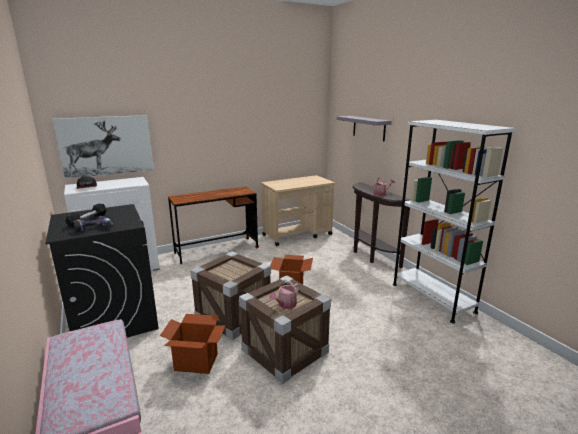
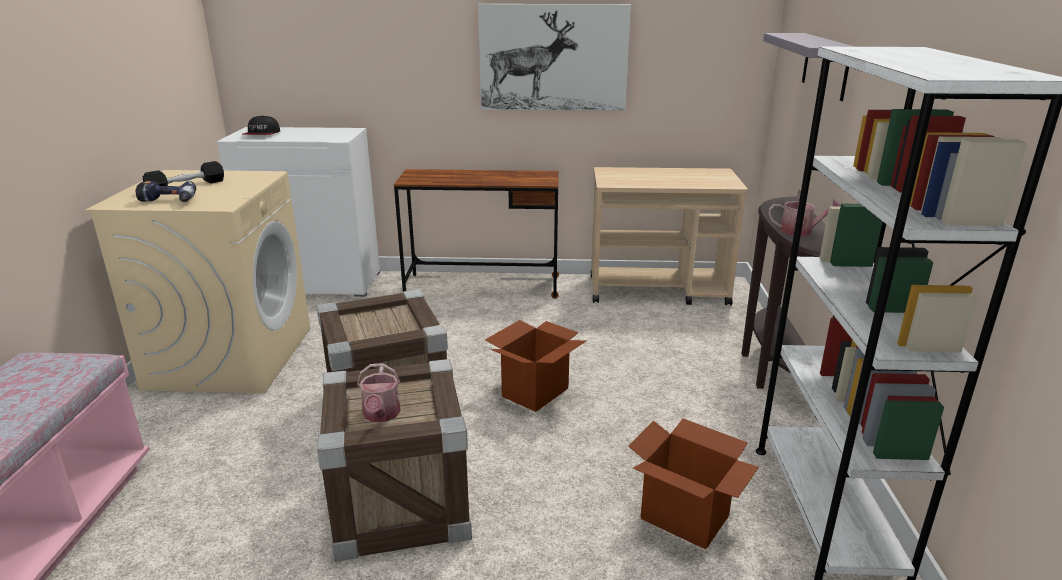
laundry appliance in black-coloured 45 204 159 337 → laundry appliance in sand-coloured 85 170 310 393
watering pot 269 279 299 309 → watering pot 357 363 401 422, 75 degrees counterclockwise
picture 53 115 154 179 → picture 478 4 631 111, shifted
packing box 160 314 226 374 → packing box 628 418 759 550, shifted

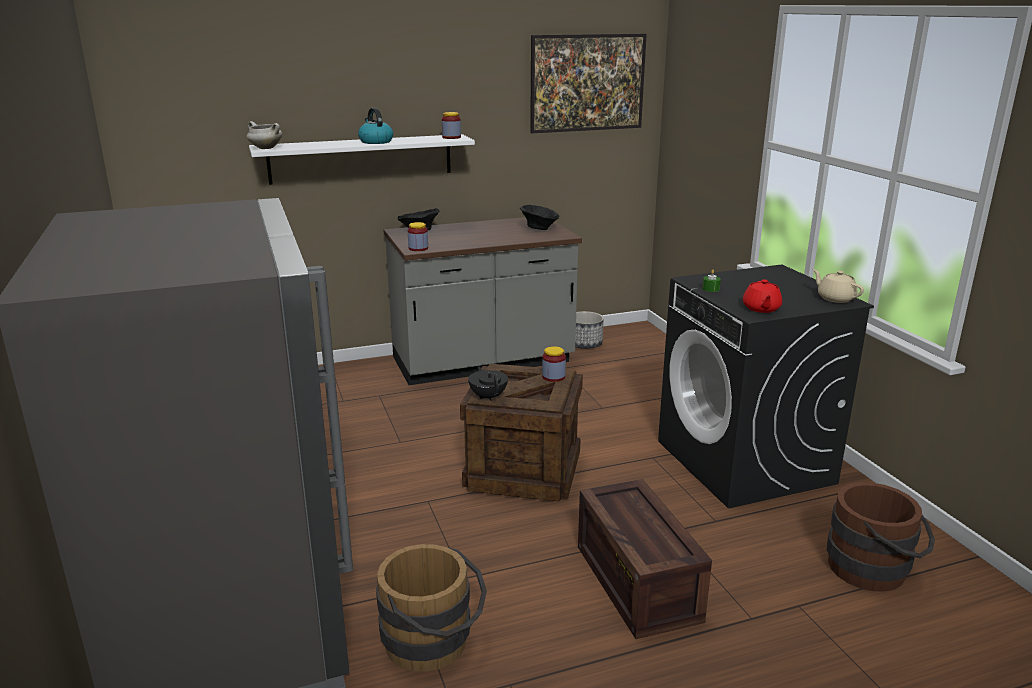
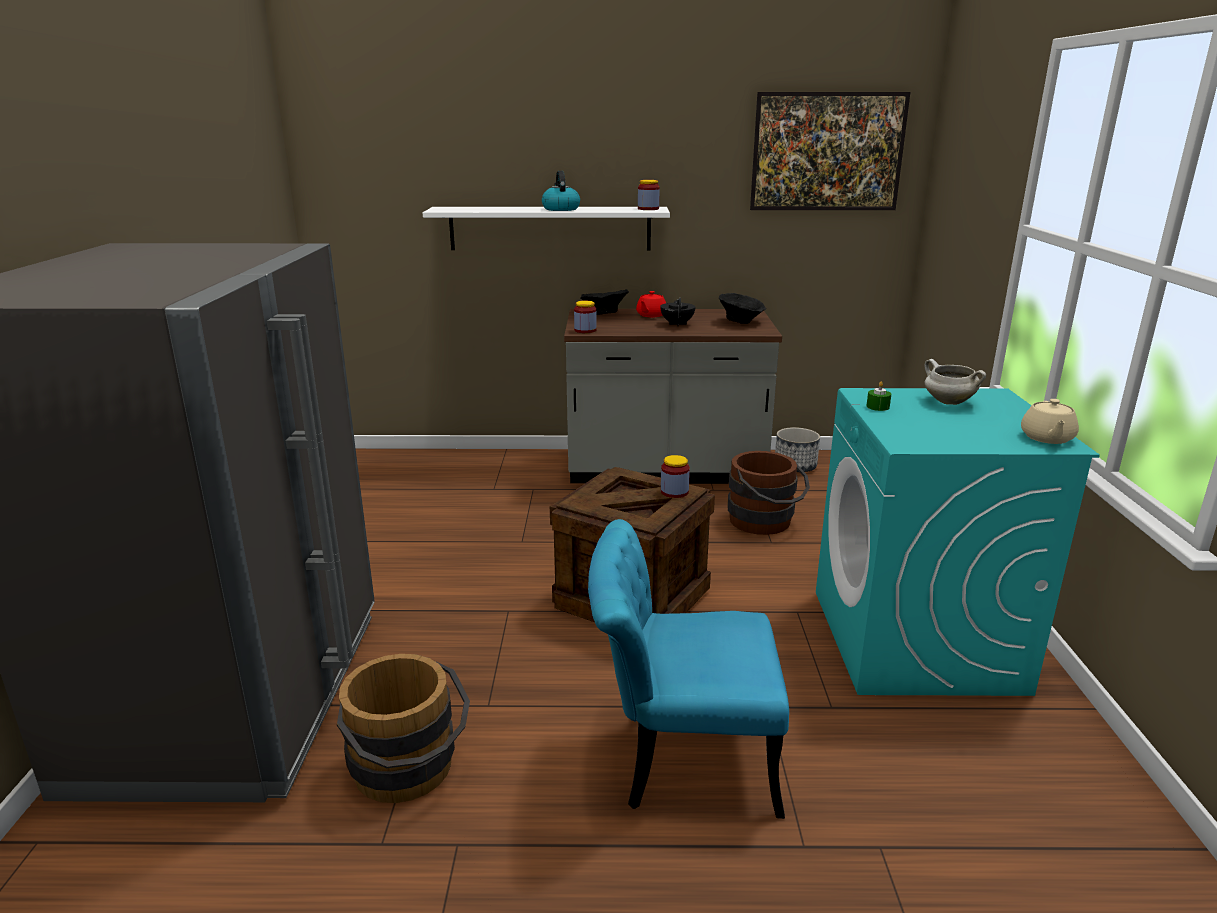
shipping crate 578 479 712 639 → chair in turquoise 588 519 789 819
tea pot in reddish 743 279 782 313 → tea pot in reddish 636 291 666 317, shifted
tea pot in black-coloured 468 366 508 401 → tea pot in black-coloured 660 298 696 326, shifted
water bucket in brown 827 482 935 592 → water bucket in brown 727 451 810 535, shifted
laundry appliance in black-coloured 658 264 874 508 → laundry appliance in turquoise 816 388 1100 696
cooking pot in white 247 121 282 149 → cooking pot in white 924 359 986 405, shifted
tea pot in sand-coloured 813 269 864 303 → tea pot in sand-coloured 1021 399 1079 444, 150 degrees counterclockwise

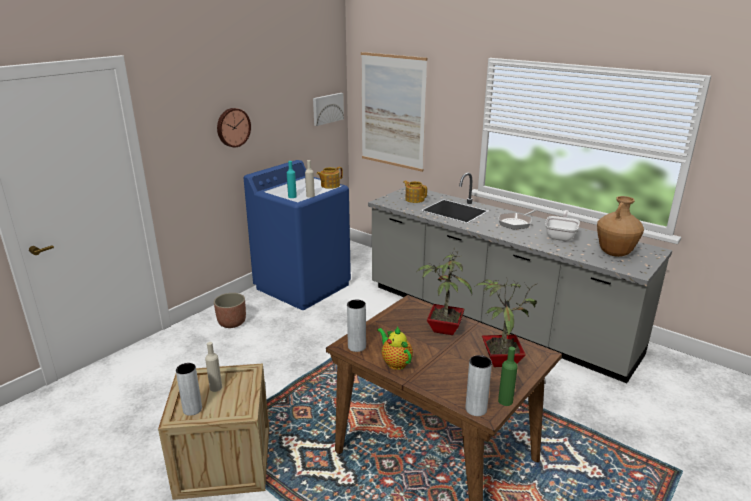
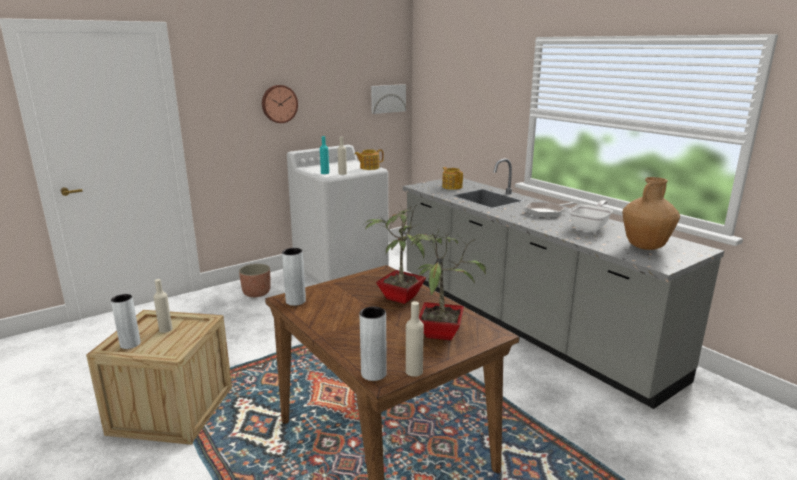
laundry appliance in bluish 244 160 351 310 → laundry appliance in white 287 145 389 284
bottle in greenish 498 347 518 406 → bottle in sand-coloured 406 301 424 377
picture 361 52 427 172 → -
tea pot 377 327 413 370 → -

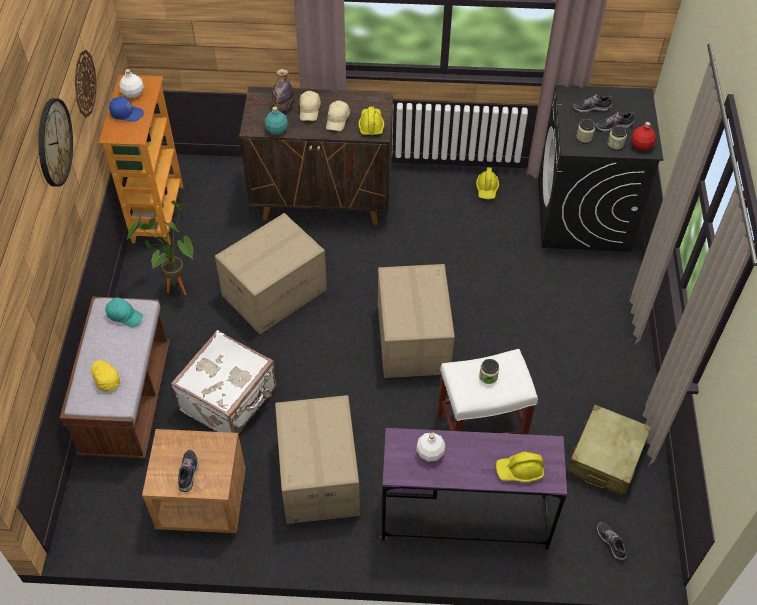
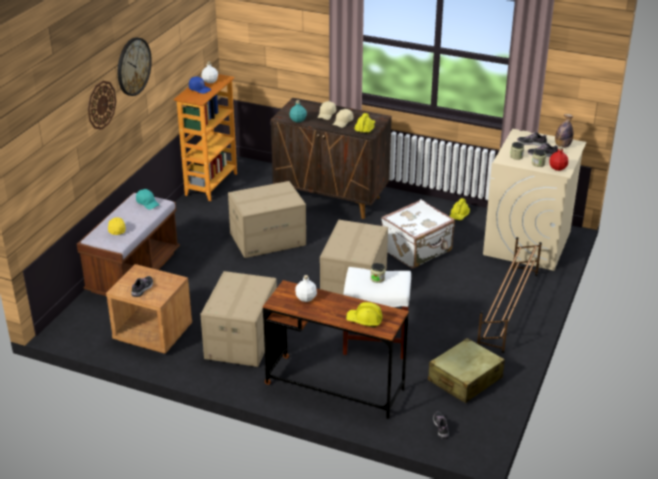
hanging clock 75 50 96 118 → hanging clock 88 81 116 130, shifted
desk table in purplish 379 428 567 550 → desk table in brown 263 280 409 419
travel case in white 171 330 277 435 → travel case in white 381 199 455 268, shifted
- → shoe stand in brown 477 237 542 353
laundry appliance in black-coloured 538 85 663 252 → laundry appliance in sand-coloured 483 129 586 271
bottle 272 69 294 111 → bottle 555 114 573 148, shifted
potted plant 126 200 193 295 → -

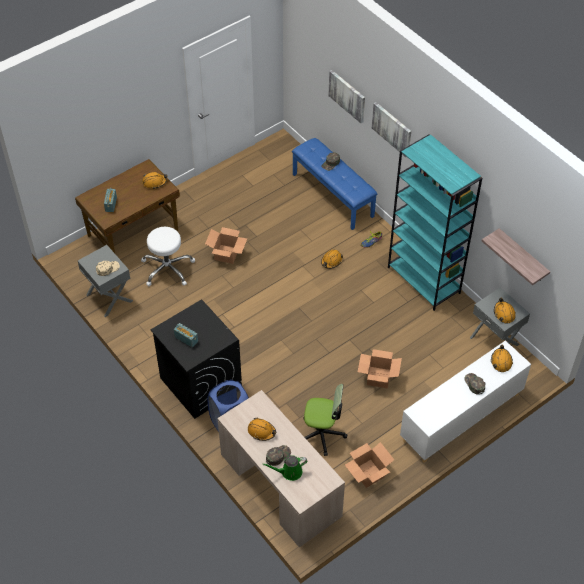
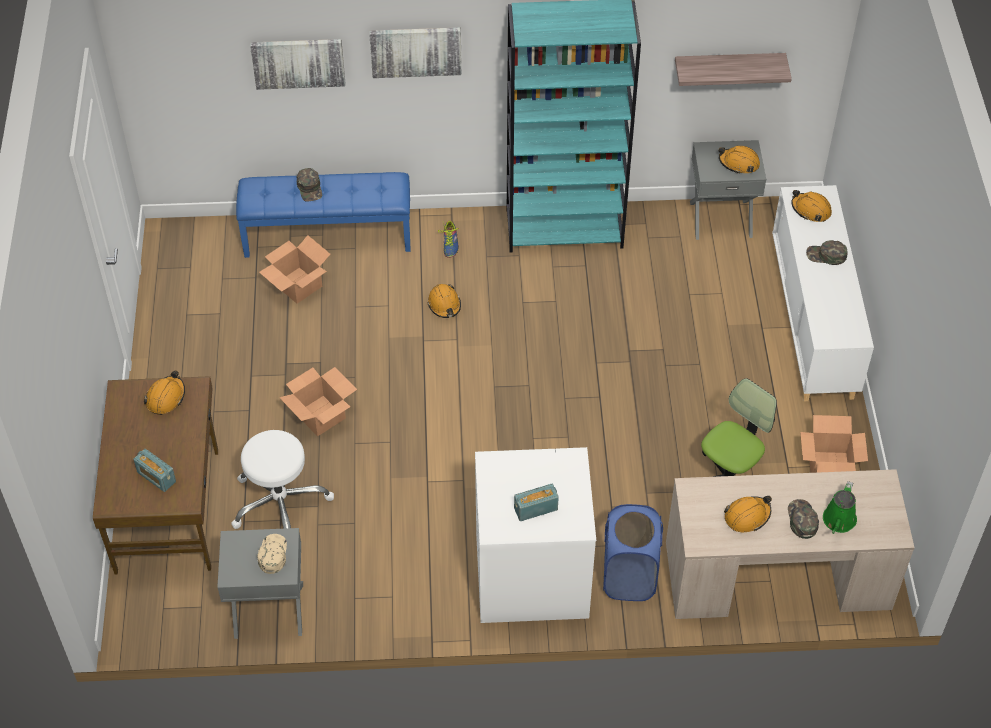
packing box 358 349 402 389 → packing box 259 235 330 304, shifted
laundry appliance in black-coloured 150 299 242 419 → laundry appliance in white 475 447 596 623

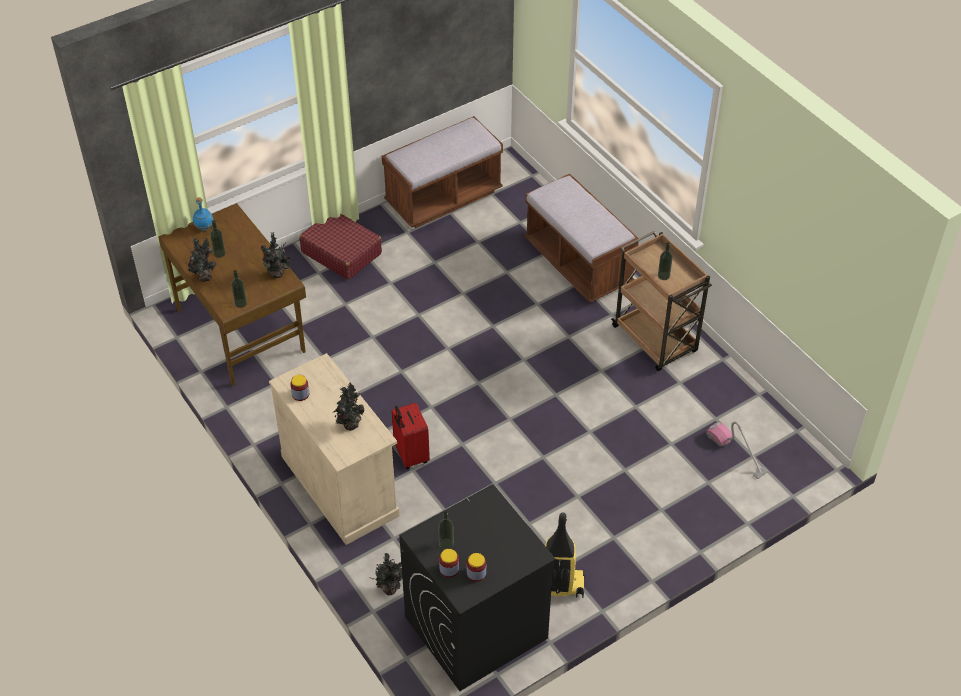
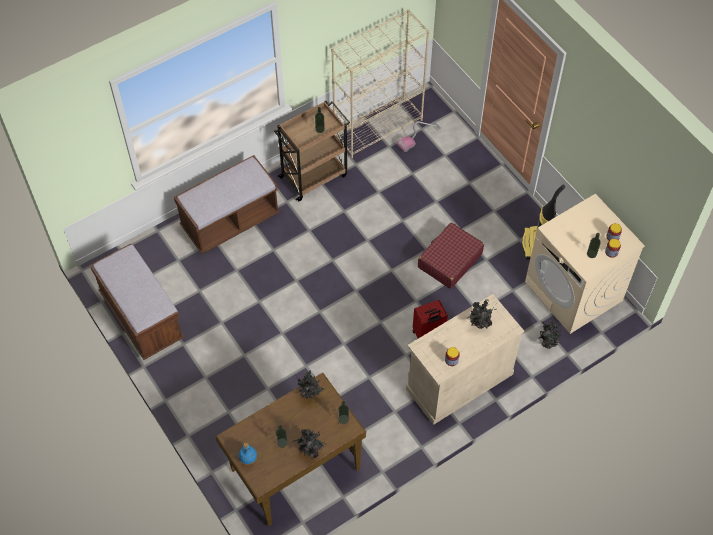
- → bookshelf in sand-coloured 331 9 429 158
travel case in reddish 299 214 382 280 → travel case in reddish 418 222 484 289, shifted
laundry appliance in black-coloured 399 484 556 691 → laundry appliance in sand-coloured 525 194 645 334

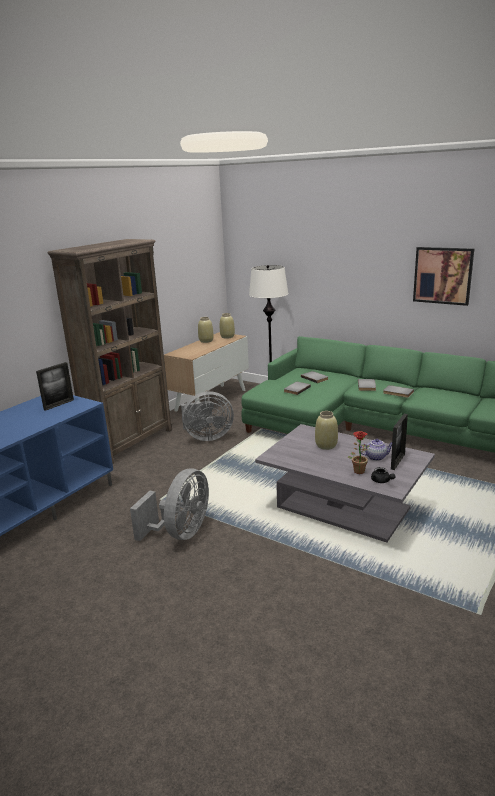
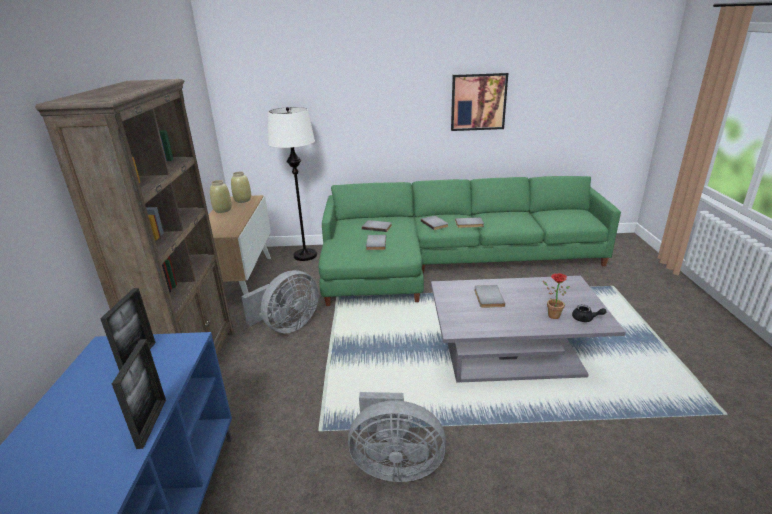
photo frame 391 414 408 470 → photo frame 112 339 166 449, shifted
cooling fan in greyish 130 468 209 541 → cooling fan in greyish 348 392 446 482, 105 degrees clockwise
decorative vase in sand-coloured 315 411 338 450 → book in greyish 474 285 505 308
tea pot 360 439 392 461 → -

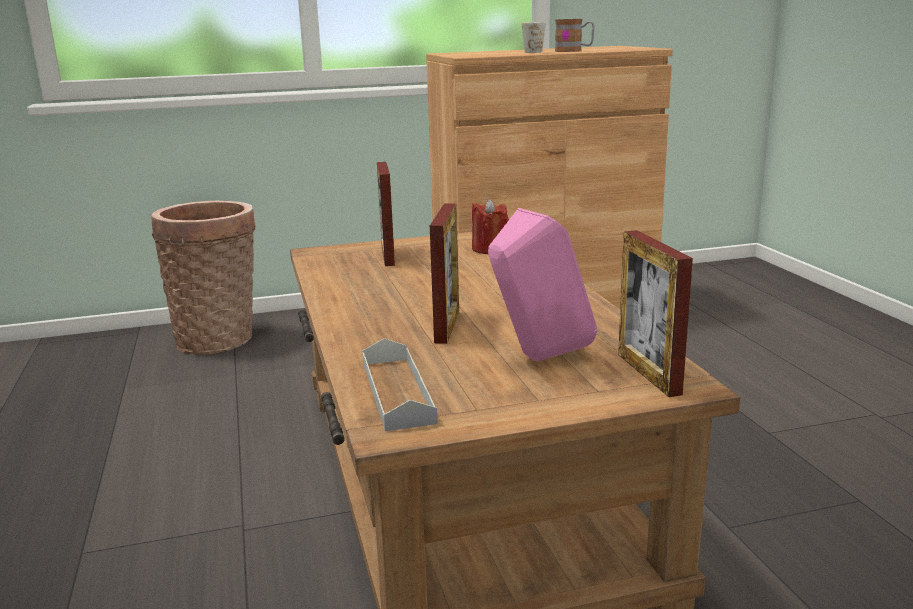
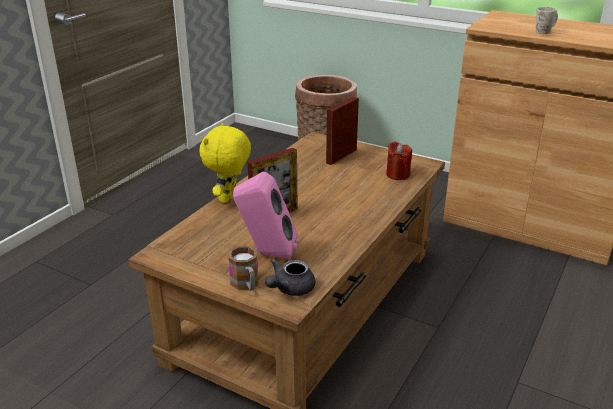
- → plush toy in yellow 199 123 251 203
coffee mug 555 19 595 52 → coffee mug 228 246 258 291, shifted
photo frame 618 230 693 397 → tea pot in greyish 265 259 315 296
carrying tray in greyish 362 338 438 431 → -

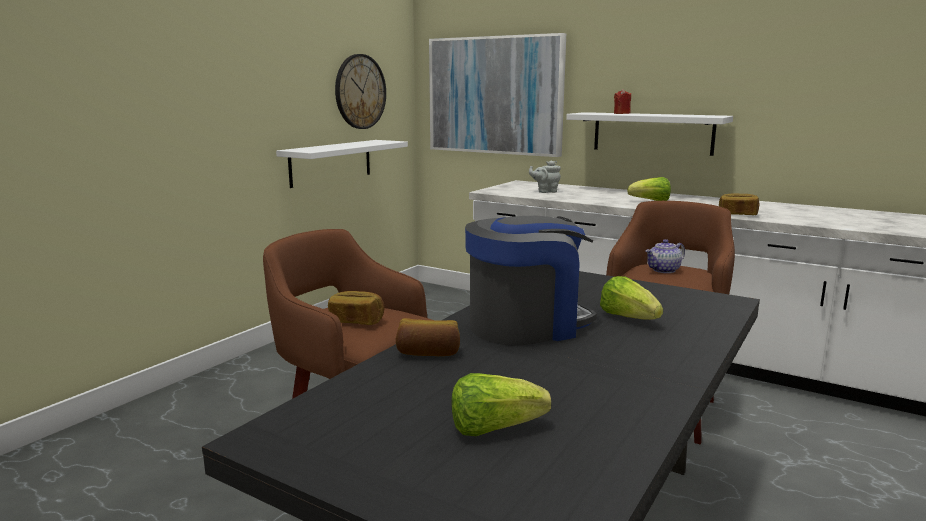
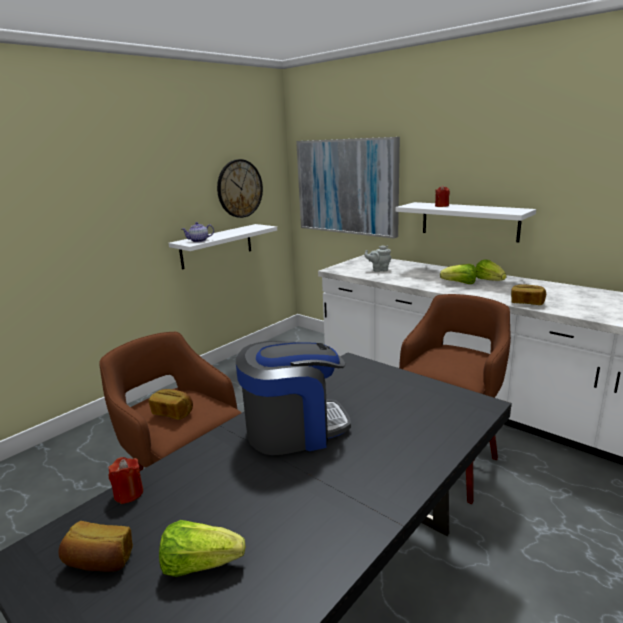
bread 396 318 460 356 → bread 58 521 133 572, shifted
- → wax light in reddish 108 457 143 504
tea pot 645 239 685 273 → tea pot 182 222 214 242, shifted
lettuce 600 276 663 320 → lettuce 475 260 507 281, shifted

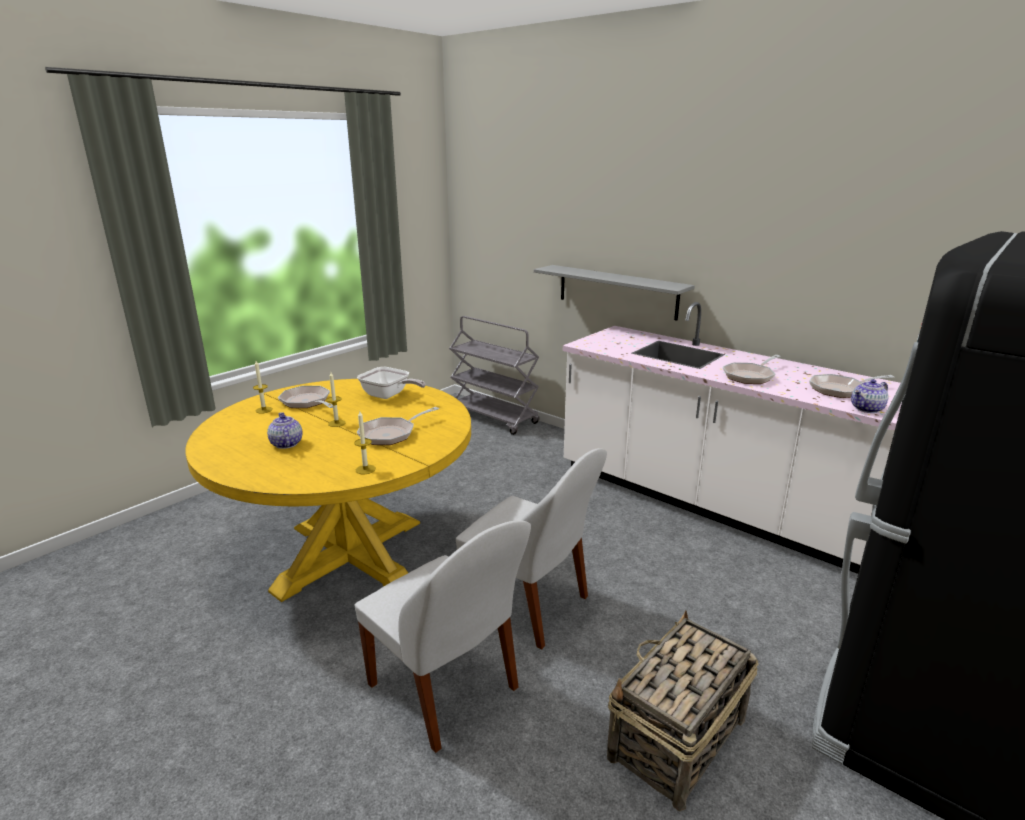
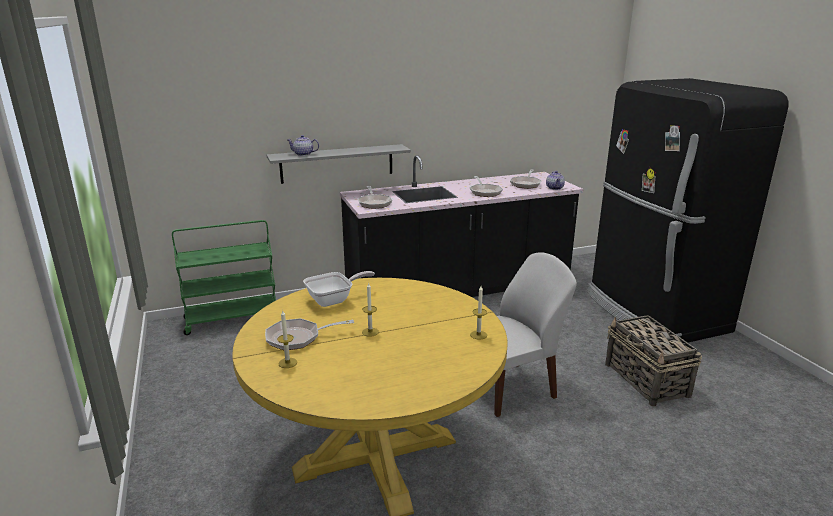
wheeled cart in greyish 449 316 540 435 → wheeled cart in greenish 172 220 276 335
tea pot 267 412 303 449 → tea pot 287 135 319 156, shifted
kitchen base unit in white 563 302 902 574 → kitchen base unit in black-coloured 340 155 583 297
skillet 357 407 439 445 → skillet 358 186 392 209, shifted
chair in white 355 521 531 753 → -

